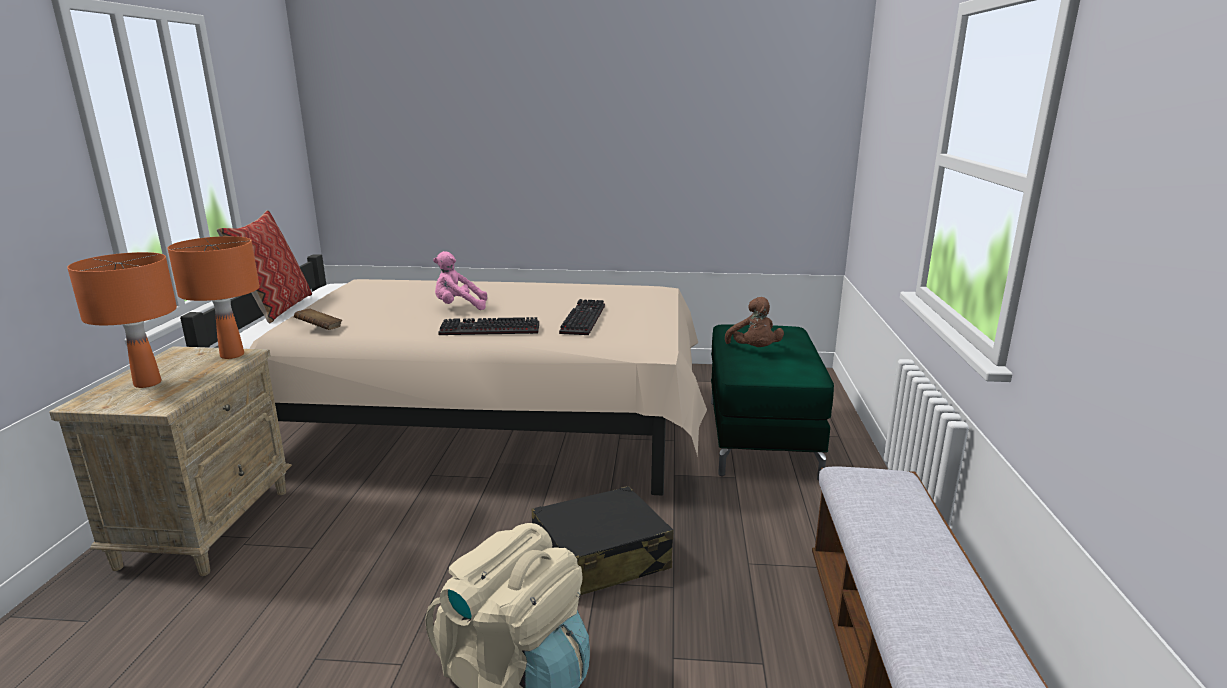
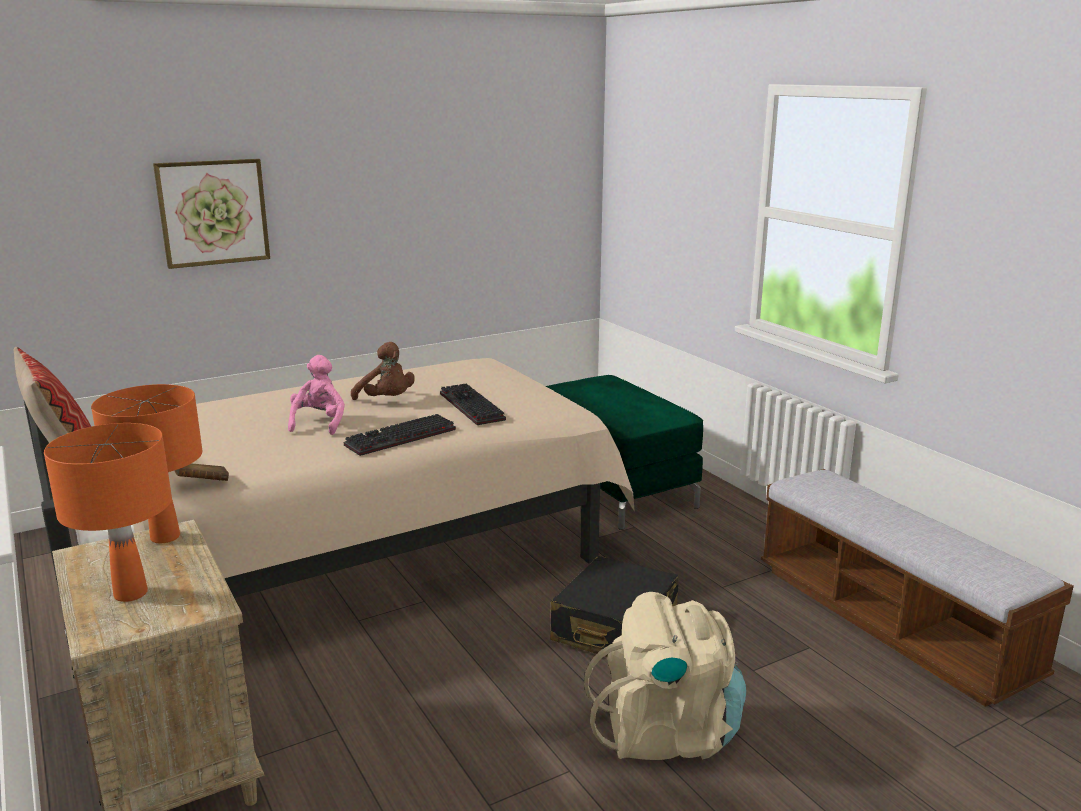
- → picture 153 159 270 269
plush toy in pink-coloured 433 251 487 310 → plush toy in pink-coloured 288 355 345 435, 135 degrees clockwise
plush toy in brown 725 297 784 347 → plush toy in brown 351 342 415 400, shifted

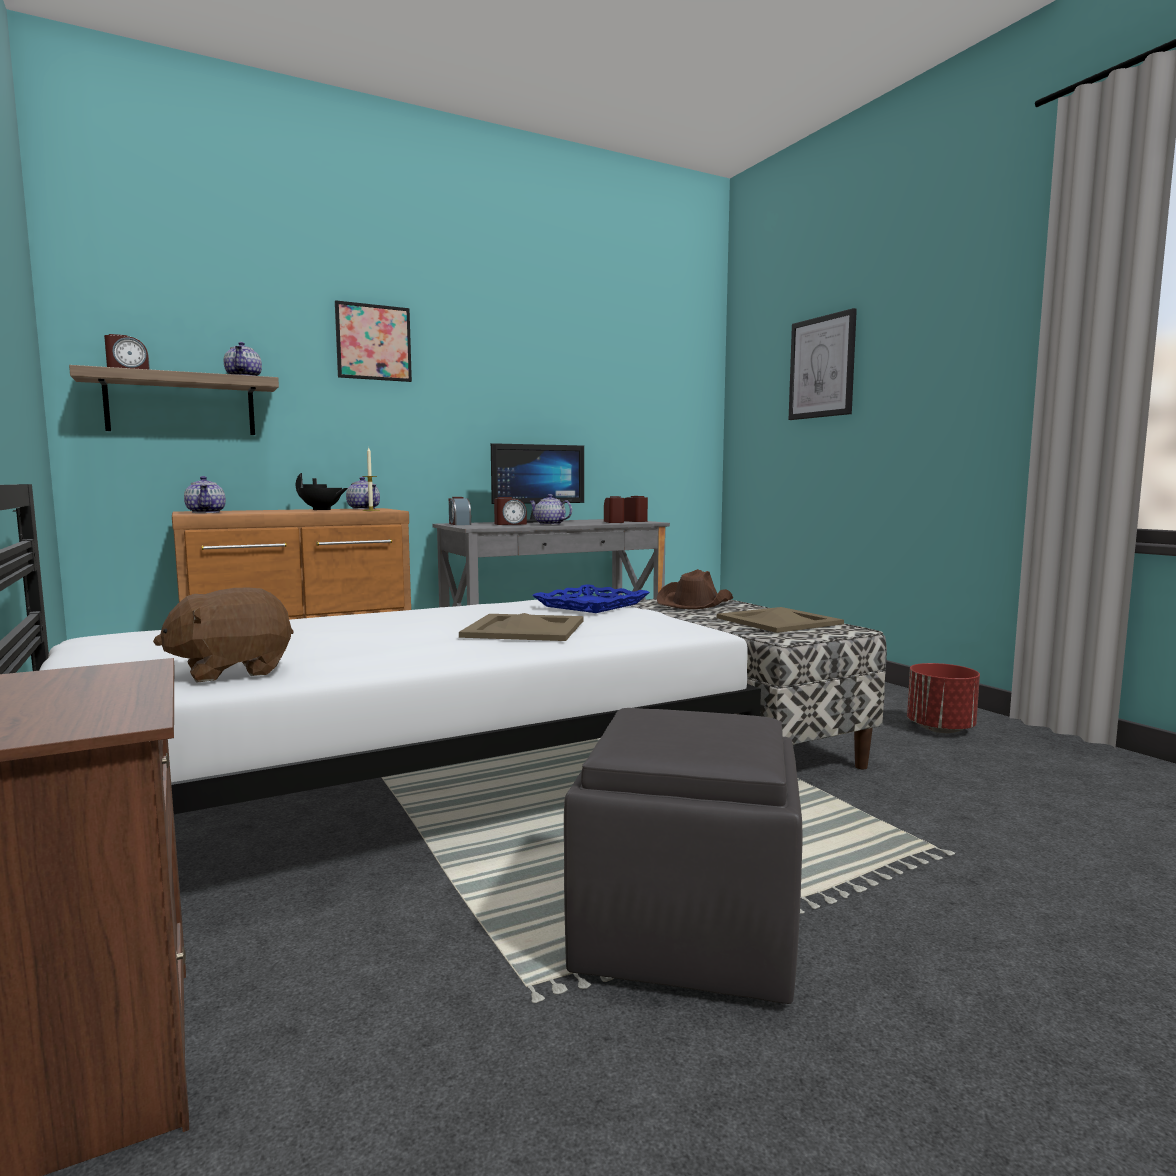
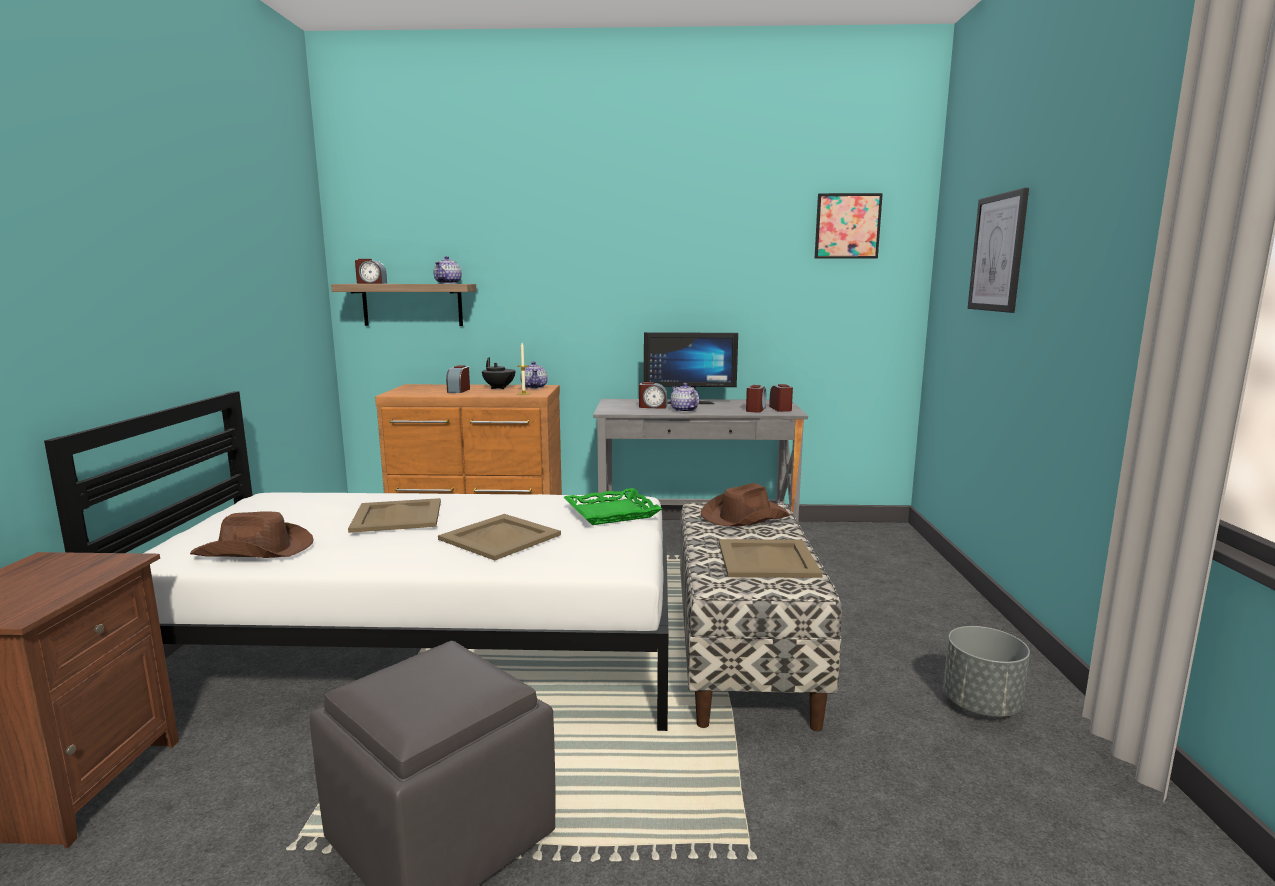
plush toy in brown 153 588 294 683 → wearable hat in brown 190 511 314 558
- → carrying tray in sand-coloured 348 498 441 533
alarm clock 449 497 471 525 → alarm clock 446 365 470 393, shifted
carrying tray in bluish 532 584 650 613 → carrying tray in greenish 564 488 662 525
picture 335 300 412 382 → picture 814 193 883 259, shifted
planter in reddish 907 663 980 733 → planter in greyish 943 626 1030 717
tea pot 184 476 226 513 → -

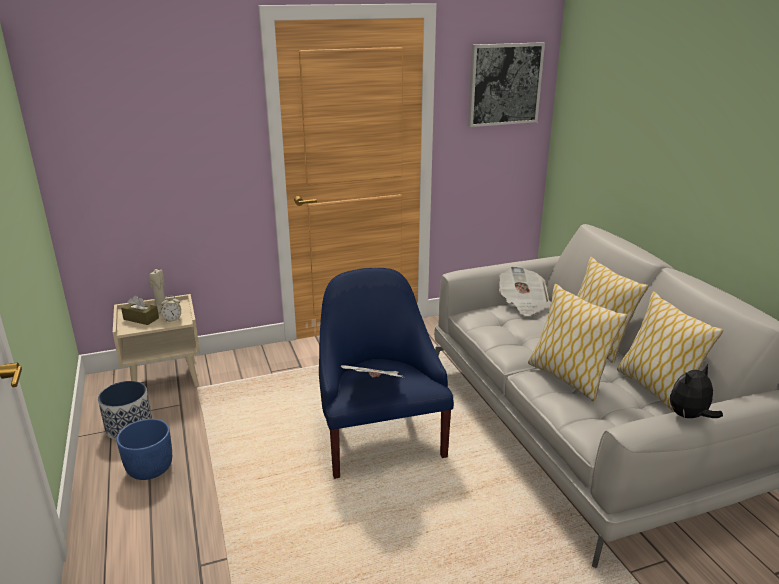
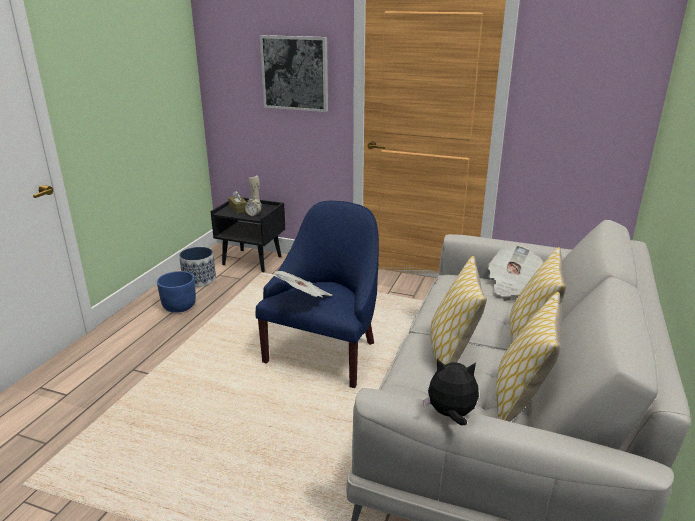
bedside table in sand-coloured 113 294 200 387 → bedside table in black-coloured 211 197 285 272
picture 468 42 545 127 → picture 260 35 328 112, shifted

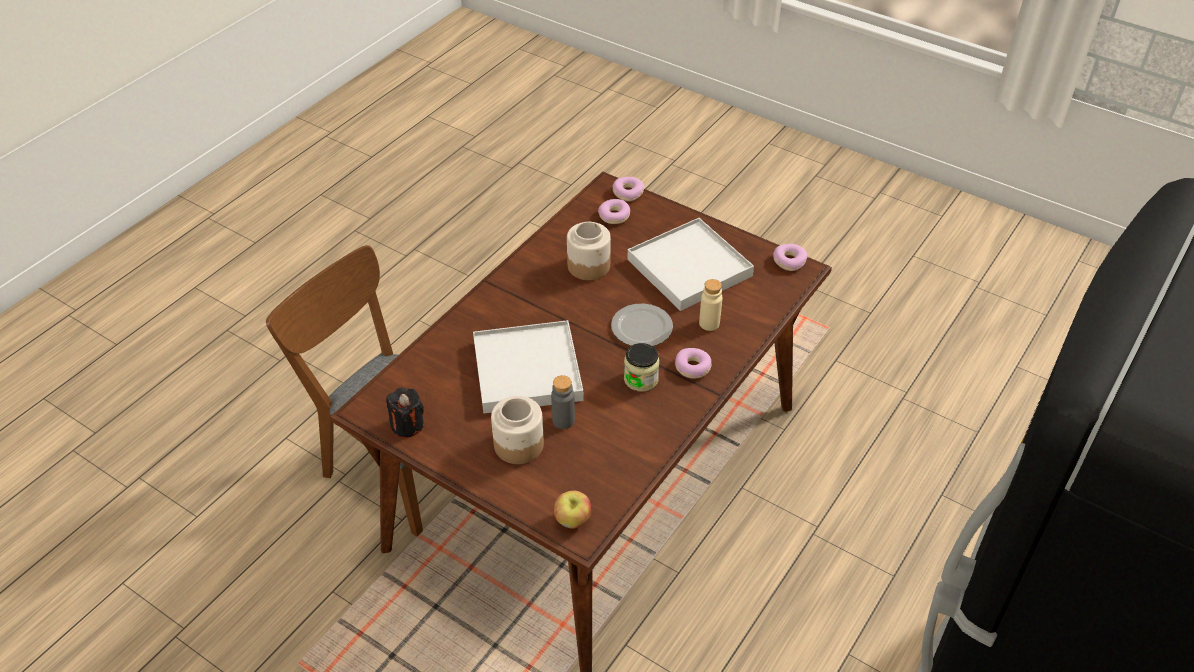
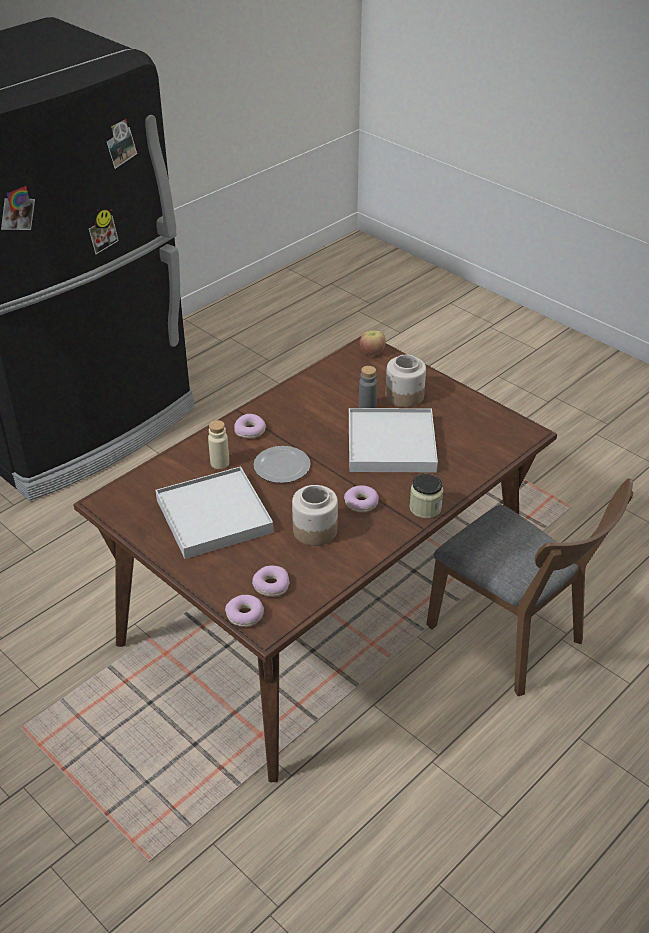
ring doughnut 773 244 808 271 → ring doughnut 344 485 379 512, shifted
preserve jar 624 343 660 392 → preserve jar 409 474 443 519, shifted
wax light in black-coloured 386 388 424 437 → -

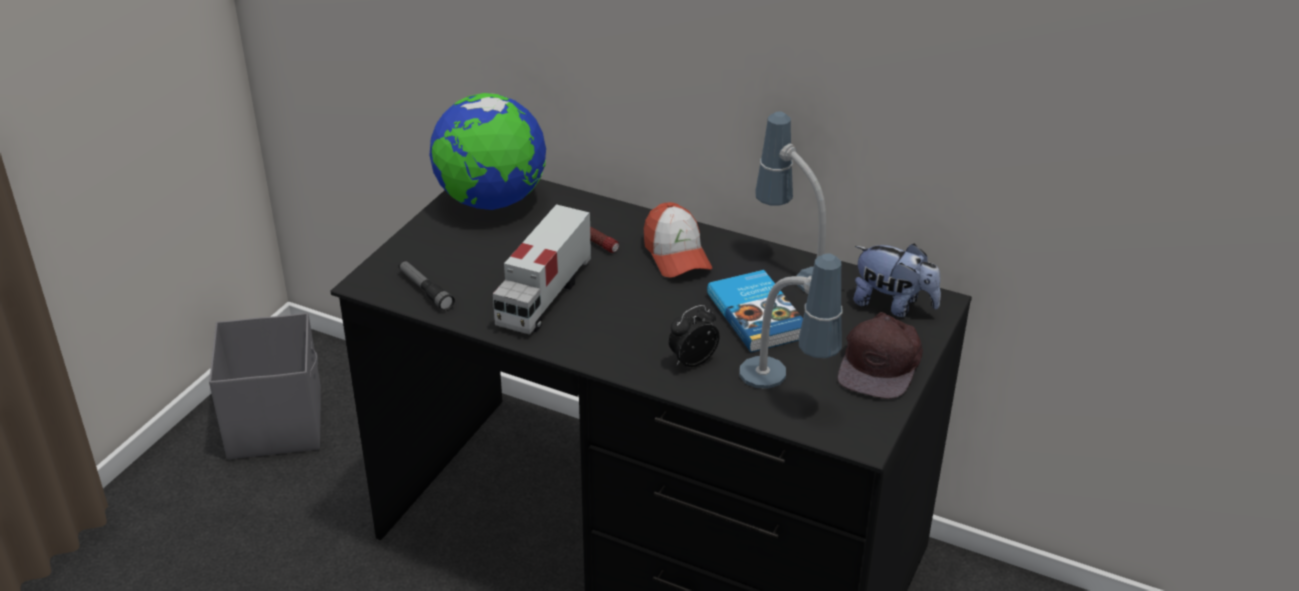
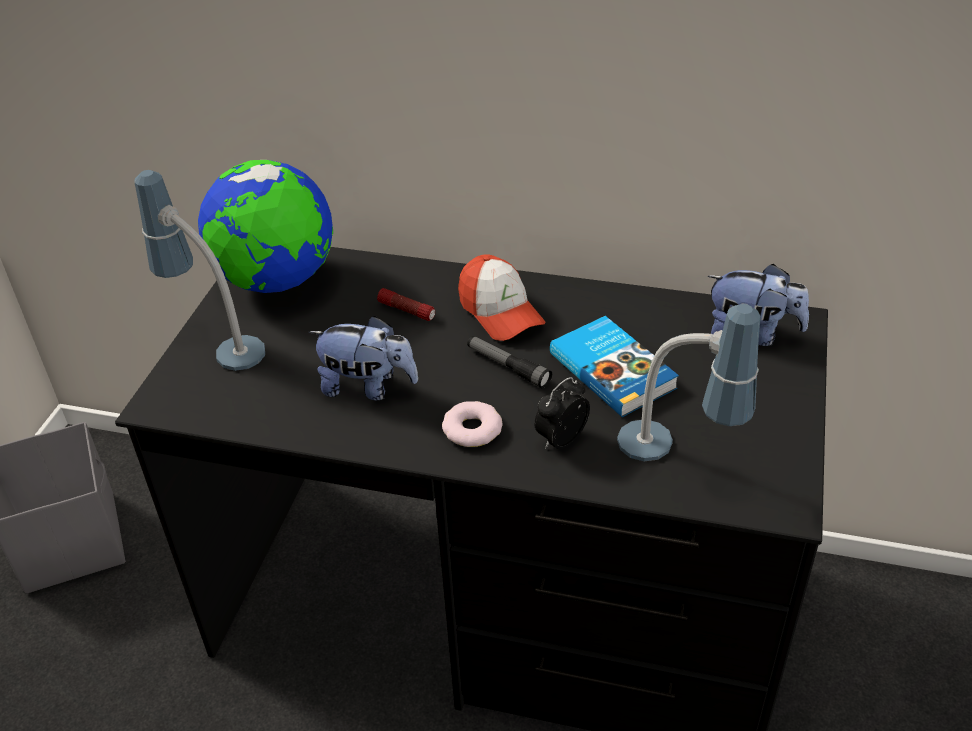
lamp for a table 755 112 826 292 → lamp for a table 135 170 265 371, shifted
model truck 493 204 591 335 → plush toy 309 316 418 400
- → ring doughnut 442 401 503 447
torch 398 260 455 311 → torch 467 336 552 389, shifted
baseball cap in brown 837 312 923 399 → -

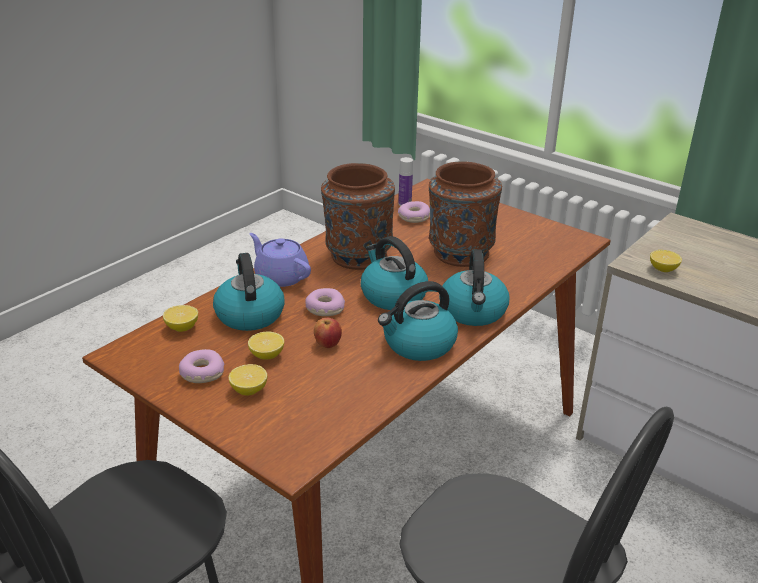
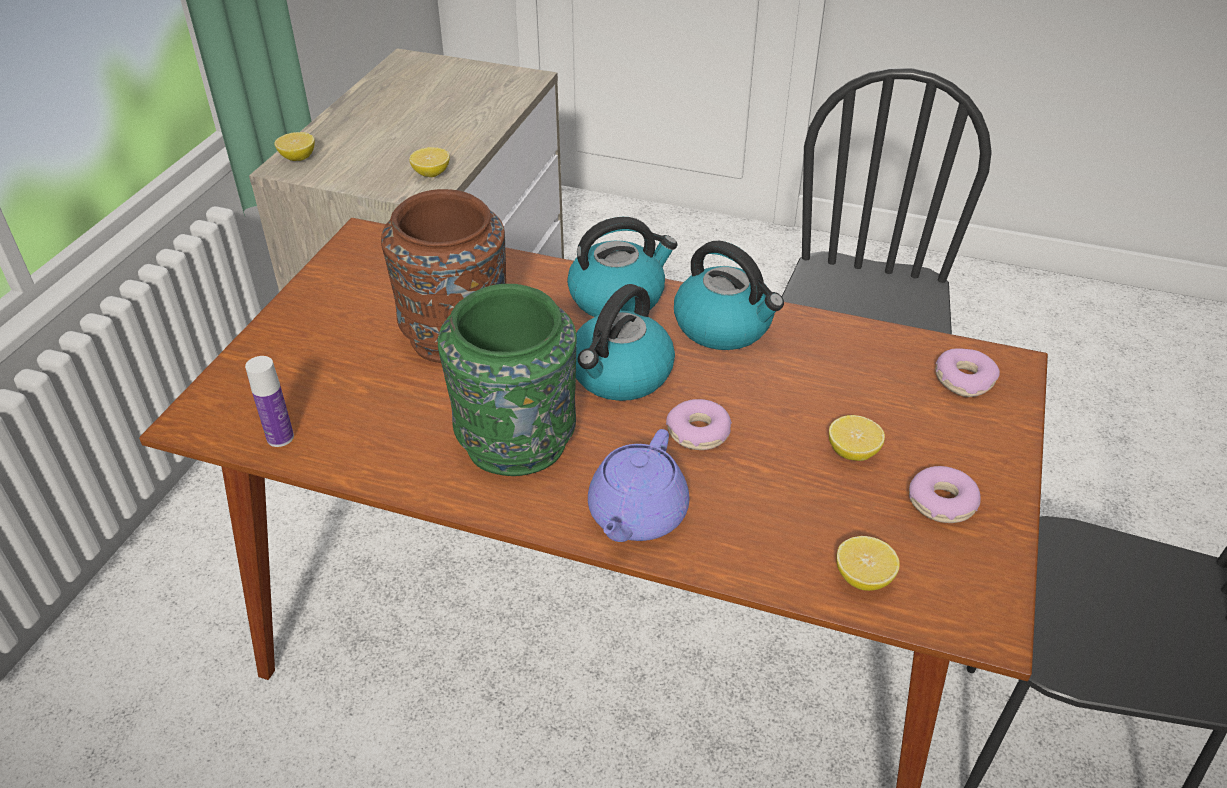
citrus fruit 229 364 268 396 → citrus fruit 274 132 315 161, shifted
decorative vase in brown 321 163 395 270 → decorative vase in greenish 438 284 577 476
ring doughnut 398 201 430 223 → ring doughnut 935 348 1000 397, shifted
water kettle 213 253 285 331 → -
whole apple 314 318 342 348 → -

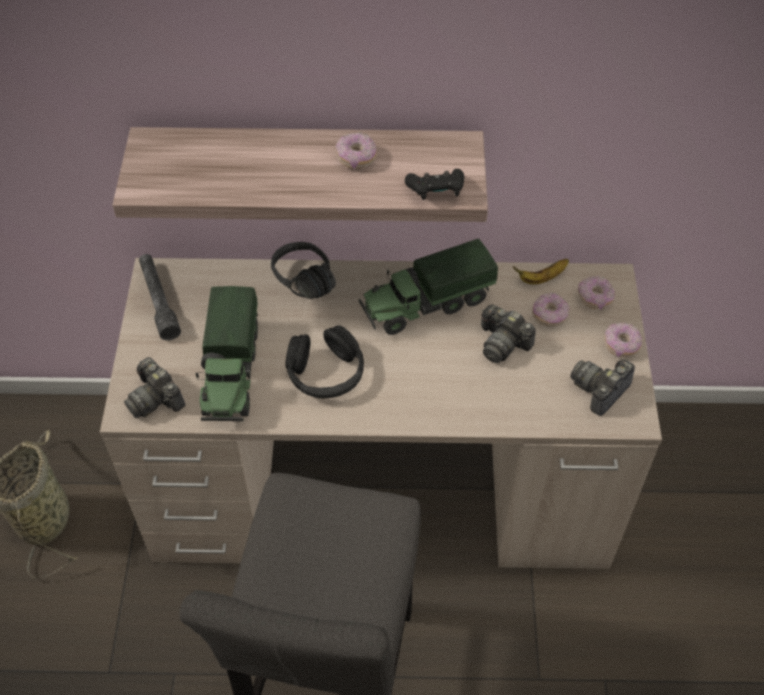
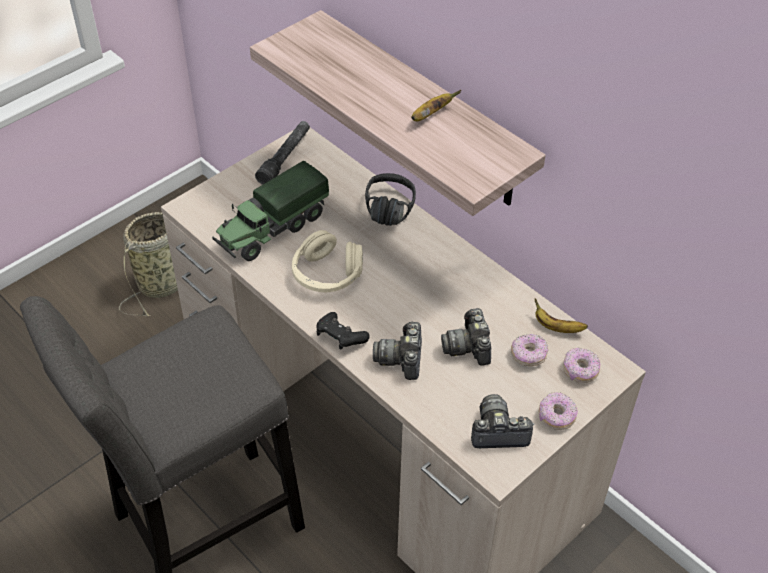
headphones in black-coloured 286 325 364 398 → headphones in sand-coloured 292 230 363 292
game controller in black-coloured 405 169 464 200 → game controller in black-coloured 316 312 370 350, shifted
still camera 124 357 185 418 → still camera 373 321 422 380, shifted
ring doughnut 336 132 377 169 → banana 411 90 461 121
model truck 359 238 498 335 → -

